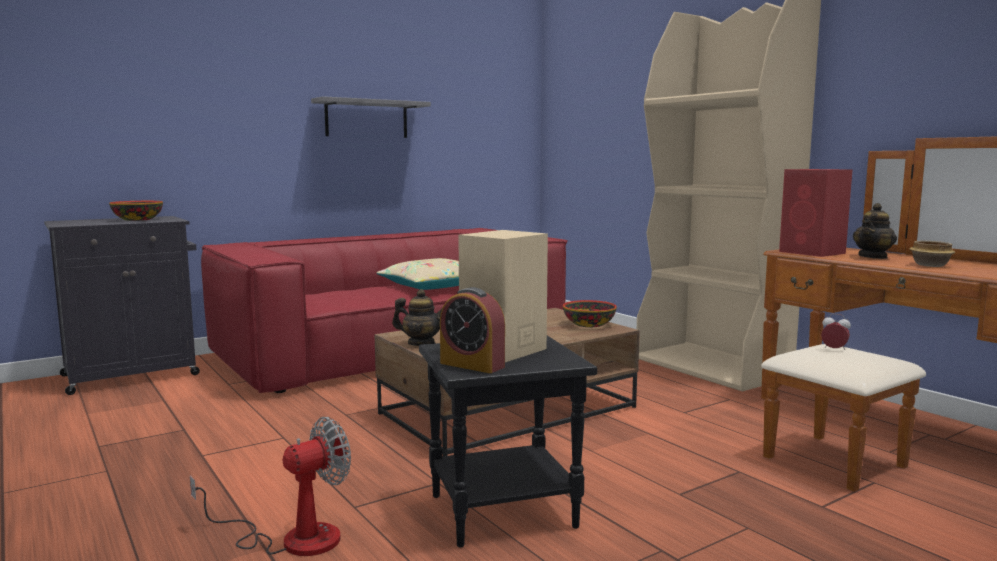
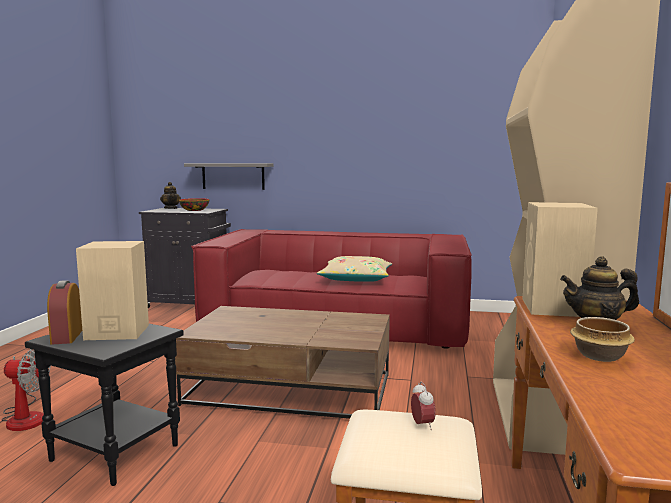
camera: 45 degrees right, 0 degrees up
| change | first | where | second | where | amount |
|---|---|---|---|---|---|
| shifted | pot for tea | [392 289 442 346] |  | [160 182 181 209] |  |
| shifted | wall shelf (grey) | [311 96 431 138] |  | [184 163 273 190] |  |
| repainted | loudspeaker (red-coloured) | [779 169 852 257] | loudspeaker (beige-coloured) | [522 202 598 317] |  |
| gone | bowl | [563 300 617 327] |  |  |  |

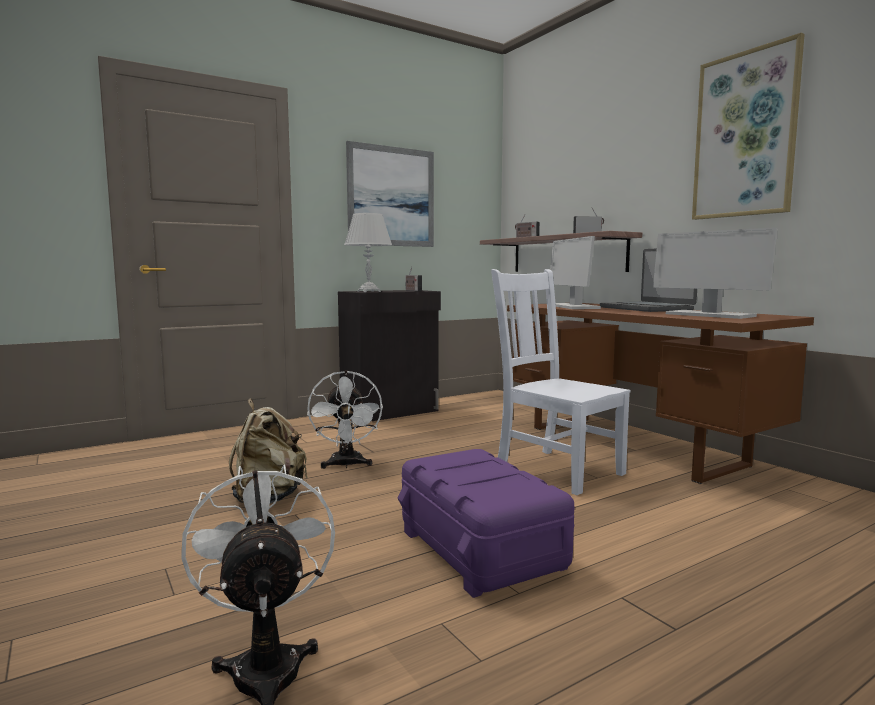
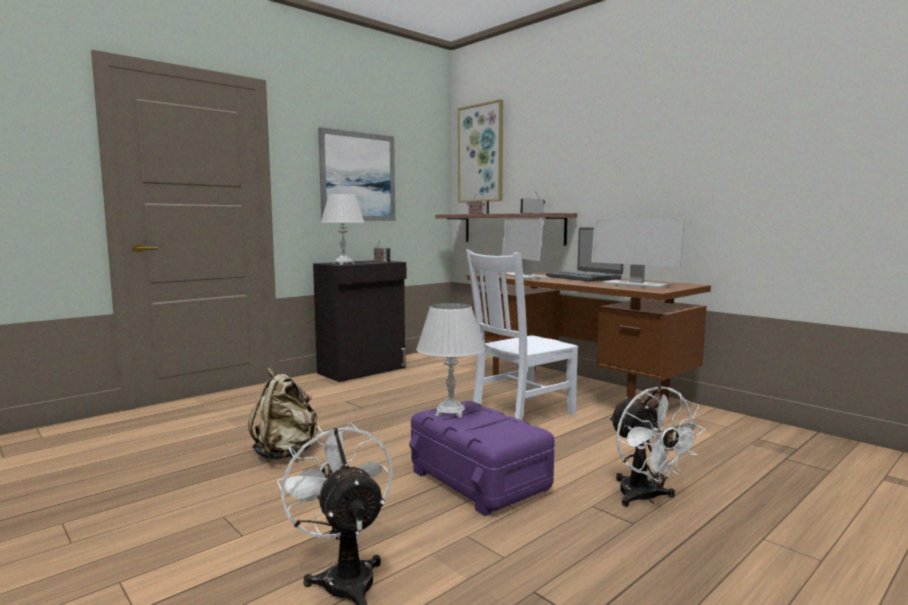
camera: 10 degrees left, 0 degrees up
| change | first | where | second | where | amount |
|---|---|---|---|---|---|
| new |  |  | table lamp (white-coloured) | [416 303 485 418] |  |
| shifted | picture | [692 33 805 220] |  | [458 99 503 203] |  |
| rotated | upright chair (white-coloured) | [491 269 631 495] |  | [466 249 578 420] | 75 degrees counterclockwise |
| shifted | cooling fan (white-coloured) | [307 370 383 469] |  | [609 386 705 507] |  |

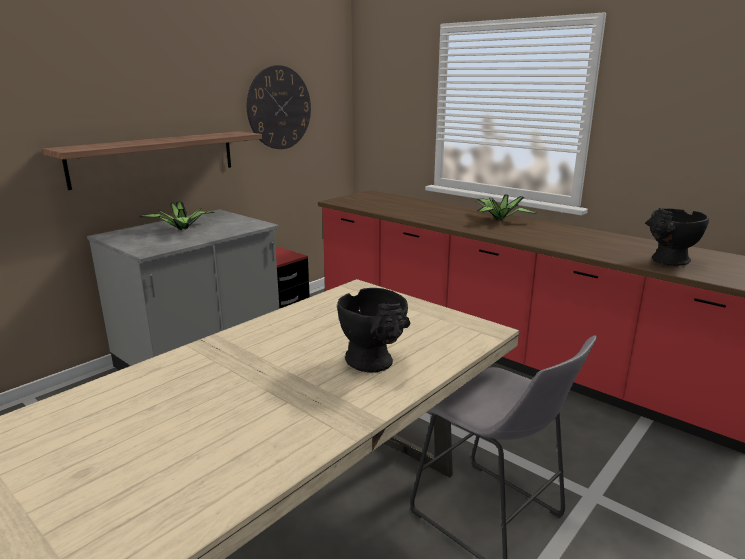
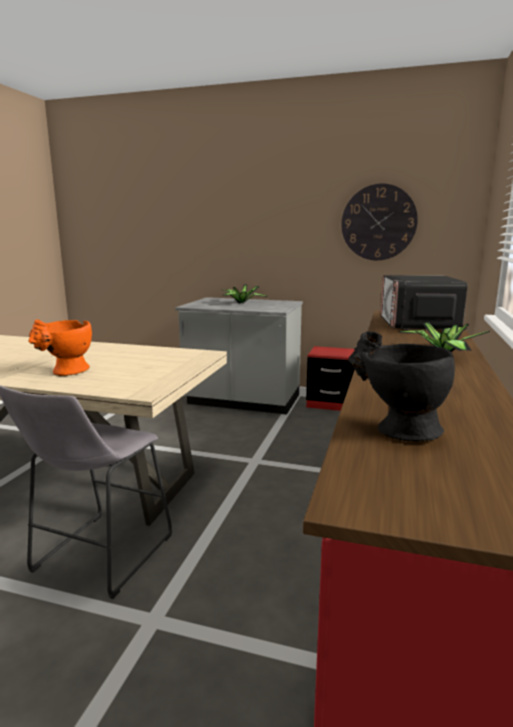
camera: 65 degrees right, 5 degrees down
| change | first | where | second | where | amount |
|---|---|---|---|---|---|
| repainted | flower vase (black-coloured) | [337 288 411 373] | flower vase (orange) | [28 320 92 376] |  |
| new |  |  | microwave | [380 275 467 330] |  |
| gone | wall shelf | [42 131 262 190] |  |  |  |

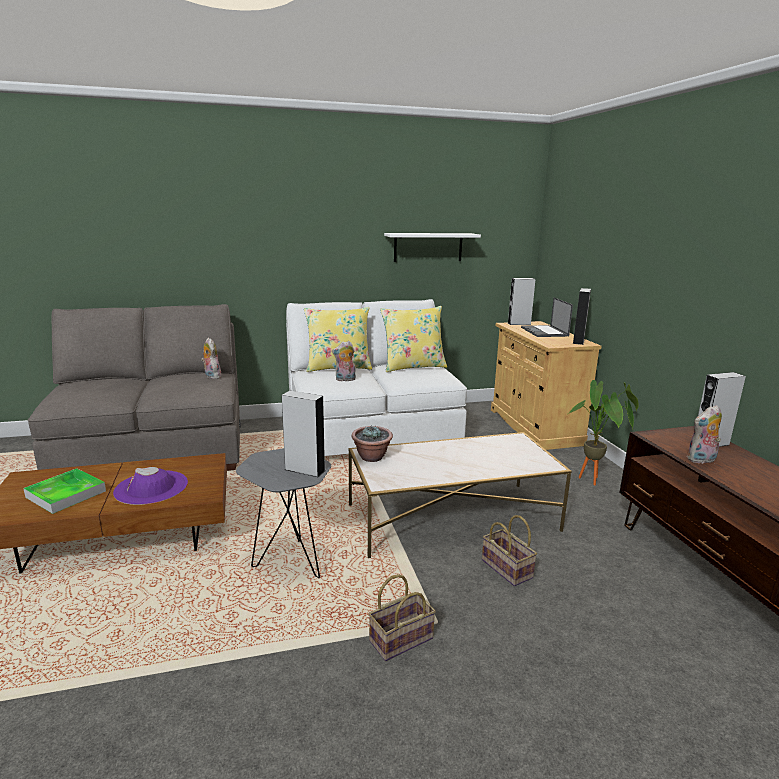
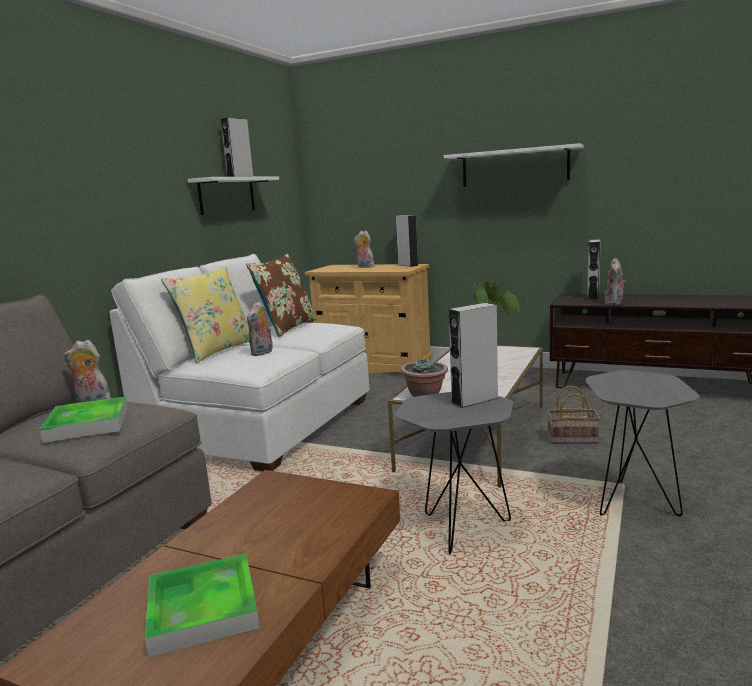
camera: 50 degrees left, 5 degrees down
| change | first | where | second | where | amount |
|---|---|---|---|---|---|
| new |  |  | carrying tray | [39 397 128 443] |  |
| shifted | loudspeaker (grey) | [508 278 536 325] |  | [221 118 253 177] |  |
| repainted | cushion (yellowish) | [380 306 447 372] | cushion (brown) | [246 254 316 337] |  |
| swapped | laptop | [521 297 573 337] | cuddly toy | [354 230 375 268] |  |
| new |  |  | wall shelf (white-coloured) | [444 143 583 187] |  |
| swapped | basket | [368 574 436 661] | end table (grey) | [585 370 700 516] |  |
| gone | clothing hat (purple) | [113 467 188 505] |  |  |  |

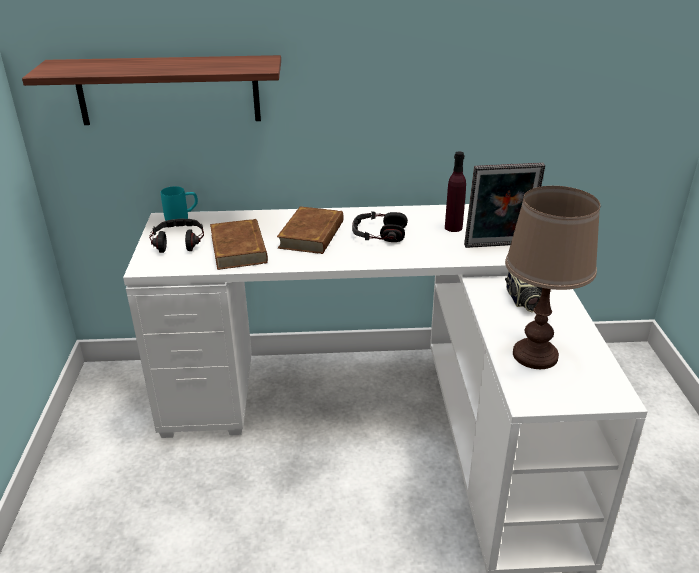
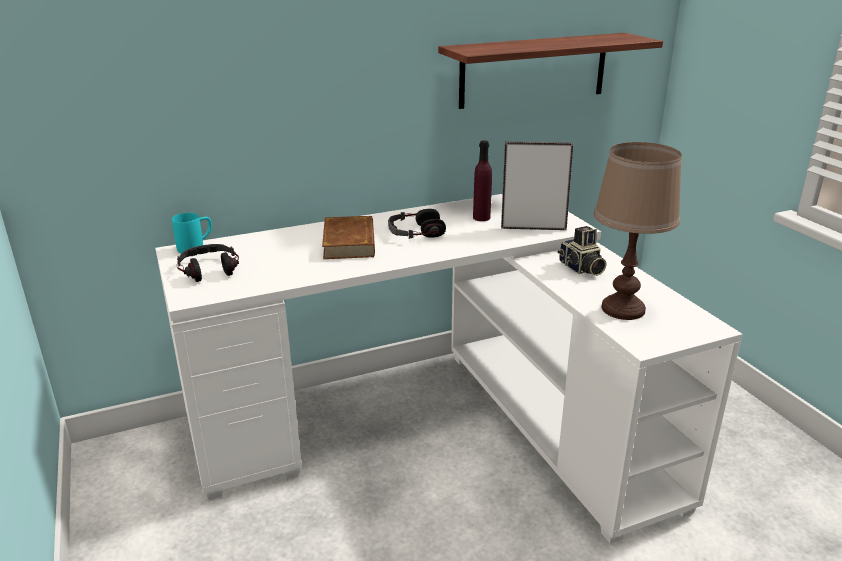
camera: 20 degrees left, 5 degrees down
| change | first | where | second | where | amount |
|---|---|---|---|---|---|
| shifted | wall shelf | [22 55 281 125] |  | [438 33 663 109] |  |
| rotated | photo frame | [464 163 545 248] |  | [501 141 574 230] | 150 degrees counterclockwise |
| gone | volume (brown) | [210 219 268 270] |  |  |  |

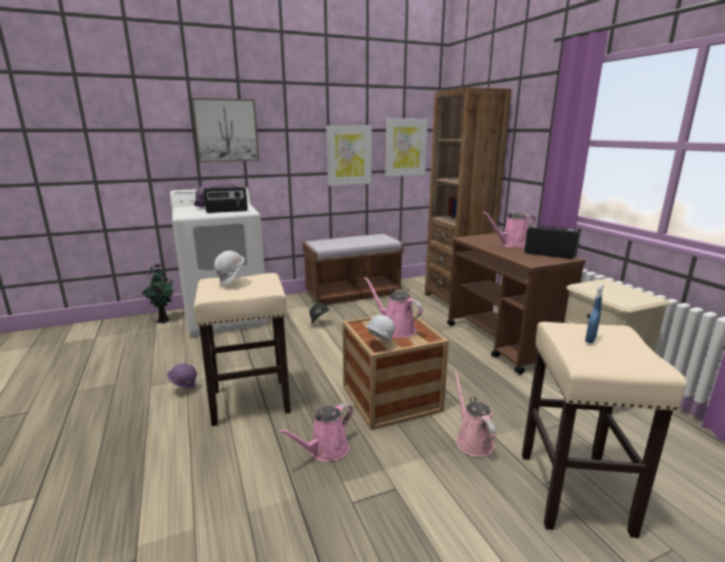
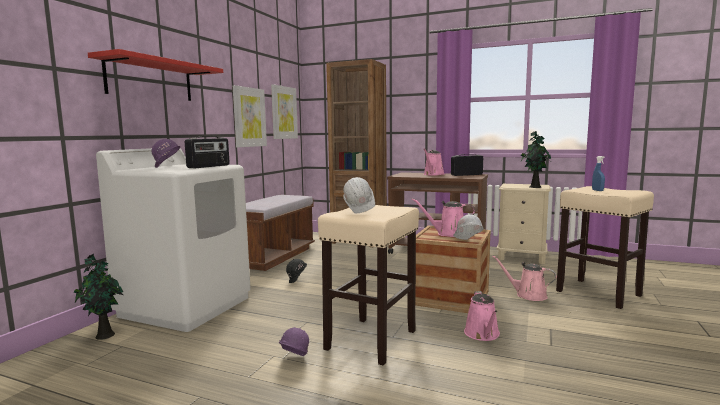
camera: 45 degrees left, 10 degrees down
| change | first | where | second | where | amount |
|---|---|---|---|---|---|
| swapped | picture | [191 98 259 162] | wall shelf (red-coloured) | [88 49 223 101] |  |
| new |  |  | plant in a pot | [521 131 551 188] |  |

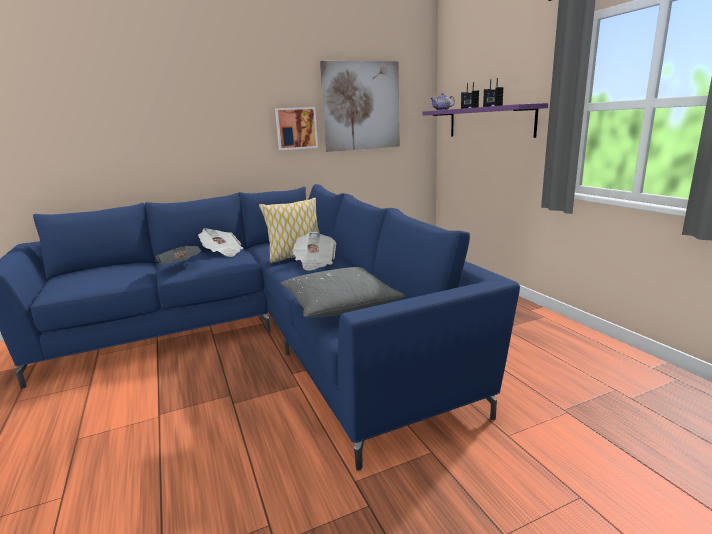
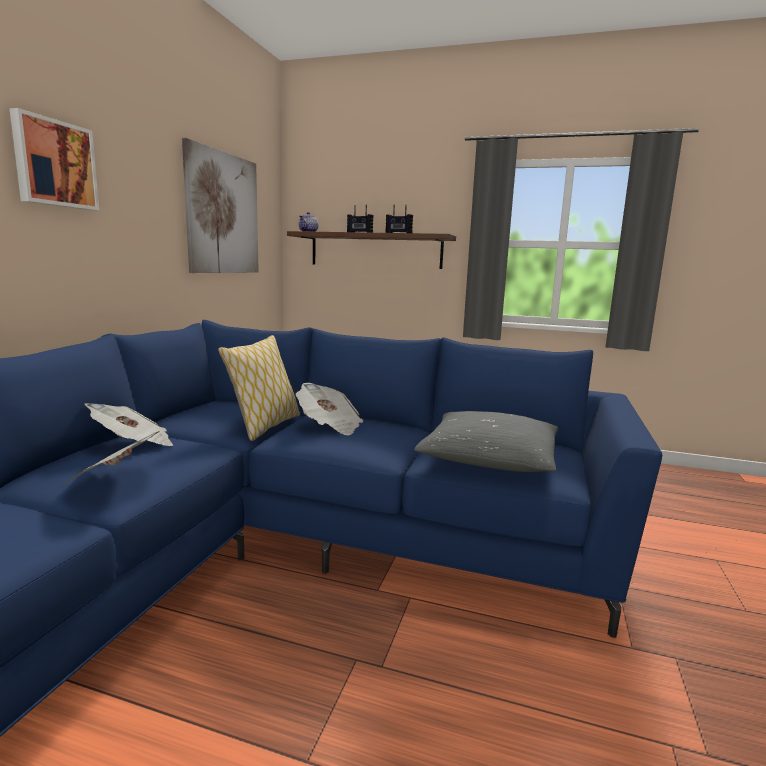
camera: 50 degrees left, 5 degrees down
| change | first | where | second | where | amount |
|---|---|---|---|---|---|
| shifted | picture | [275 107 318 150] |  | [9 108 99 211] |  |
| repainted | wall shelf (purple) | [423 103 548 138] | wall shelf (brown) | [287 231 456 269] |  |

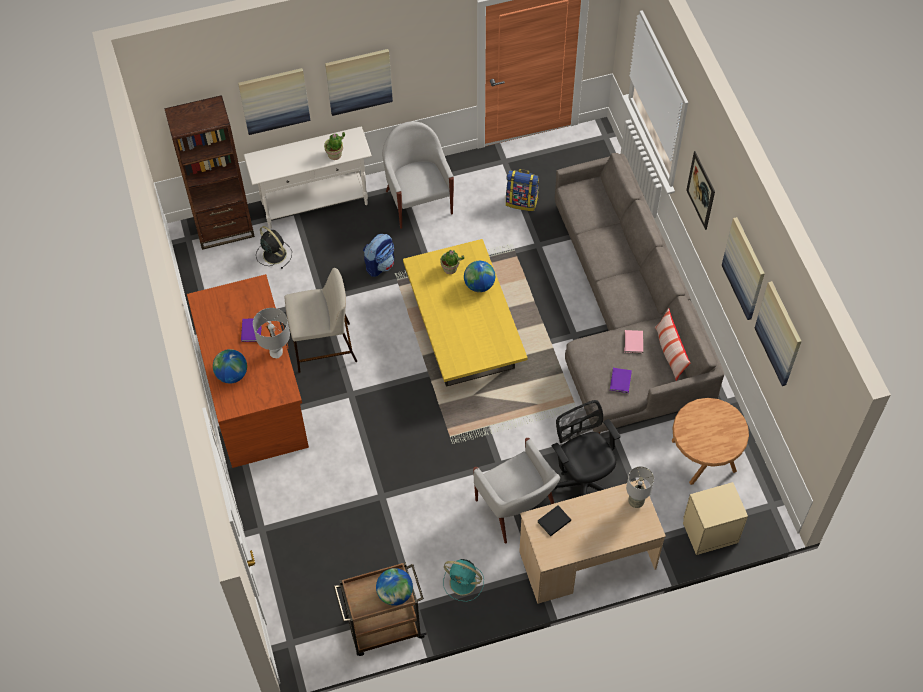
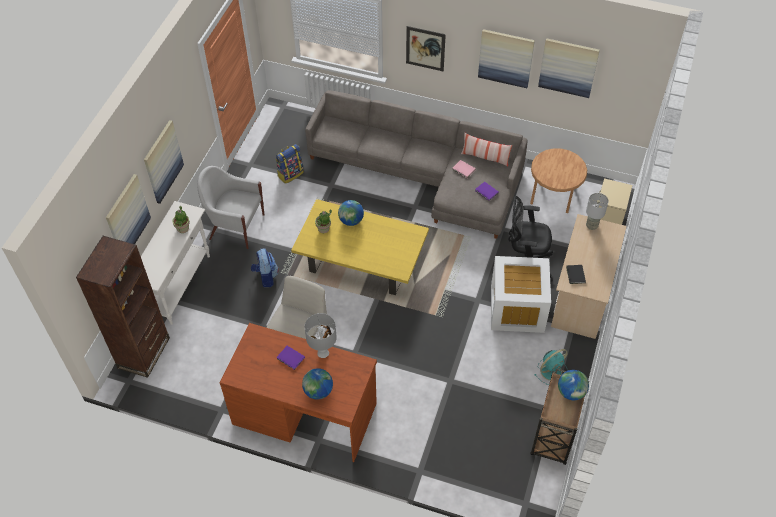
camera: 55 degrees left, 5 degrees down
| change | first | where | second | where | amount |
|---|---|---|---|---|---|
| swapped | easy chair (white-coloured) | [473 438 560 544] | storage container (white-coloured) | [491 256 551 333] |  |
| gone | cooling fan (black-coloured) | [256 226 292 269] |  |  |  |

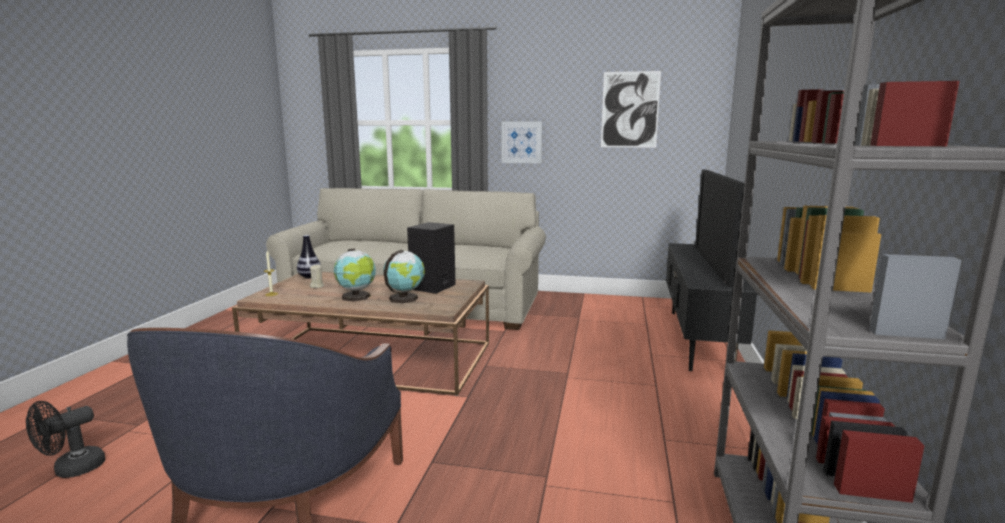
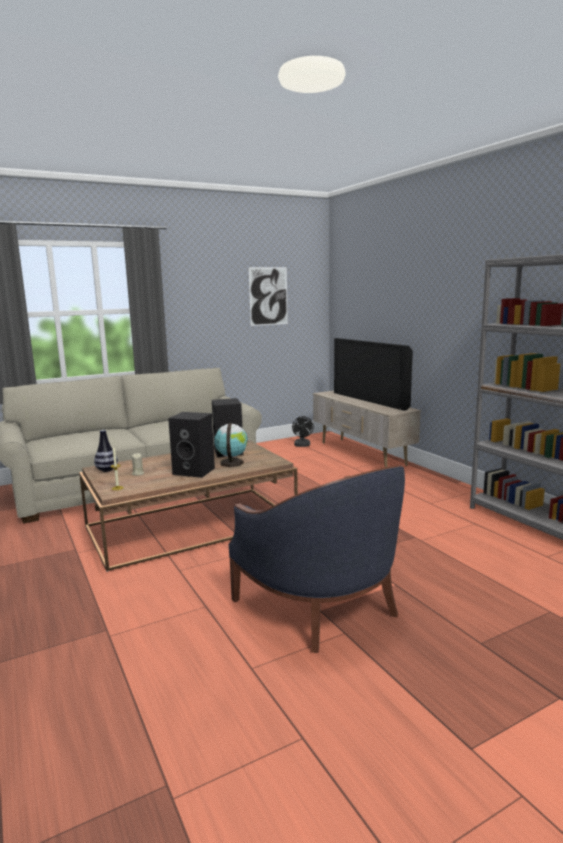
camera: 40 degrees left, 0 degrees up
| change | first | where | second | where | amount |
|---|---|---|---|---|---|
| swapped | world globe | [334 249 376 301] | loudspeaker (black-coloured) | [168 412 215 478] |  |
| shifted | cooling fan (black-coloured) | [26 401 105 478] |  | [292 416 314 447] |  |
| repainted | media console (black-coloured) | [666 243 758 371] | media console (beige-coloured) | [313 391 421 467] |  |
| gone | picture | [502 121 542 163] |  |  |  |

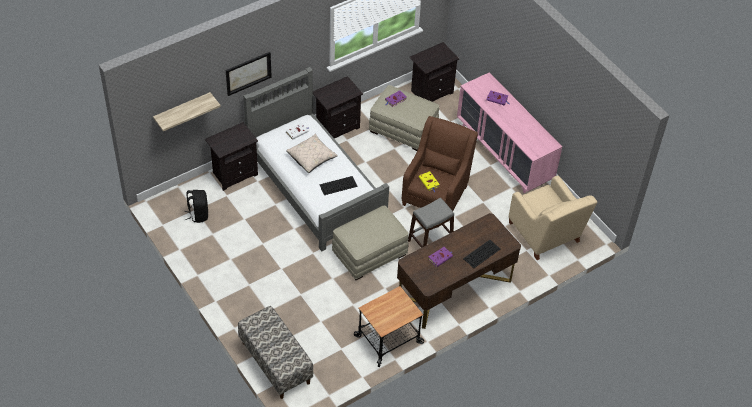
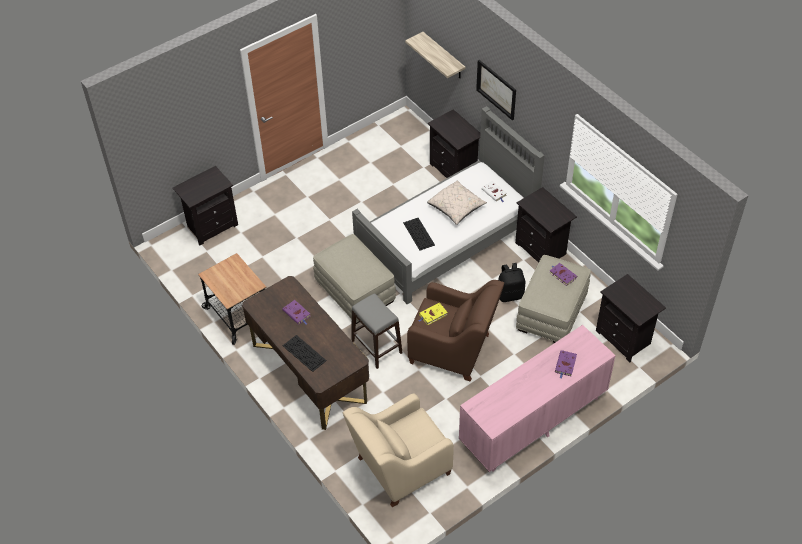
camera: 90 degrees right, 0 degrees up
| change | first | where | second | where | amount |
|---|---|---|---|---|---|
| swapped | long seat | [238 306 313 399] | night table (black-coloured) | [173 166 238 246] |  |
| shifted | knapsack (black-coloured) | [185 190 208 223] |  | [498 263 525 302] |  |

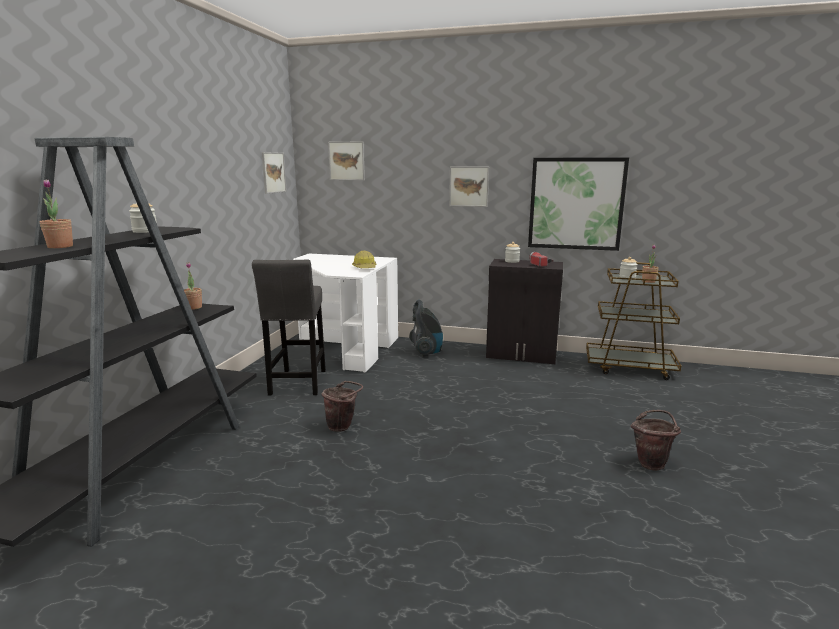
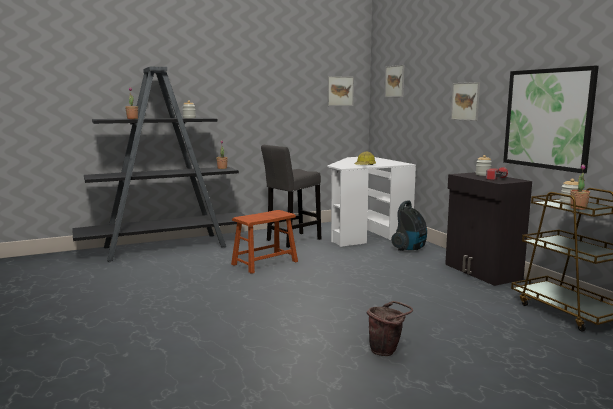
camera: 50 degrees right, 5 degrees down
| change | first | where | second | where | amount |
|---|---|---|---|---|---|
| swapped | bucket (brown) | [321 381 363 432] | stool seat (brown) | [231 210 298 274] |  |

